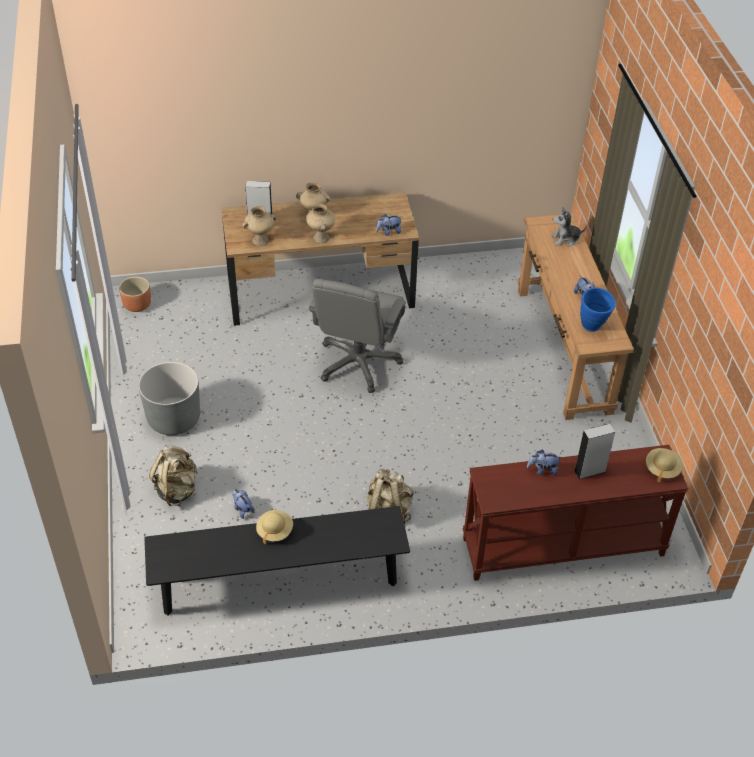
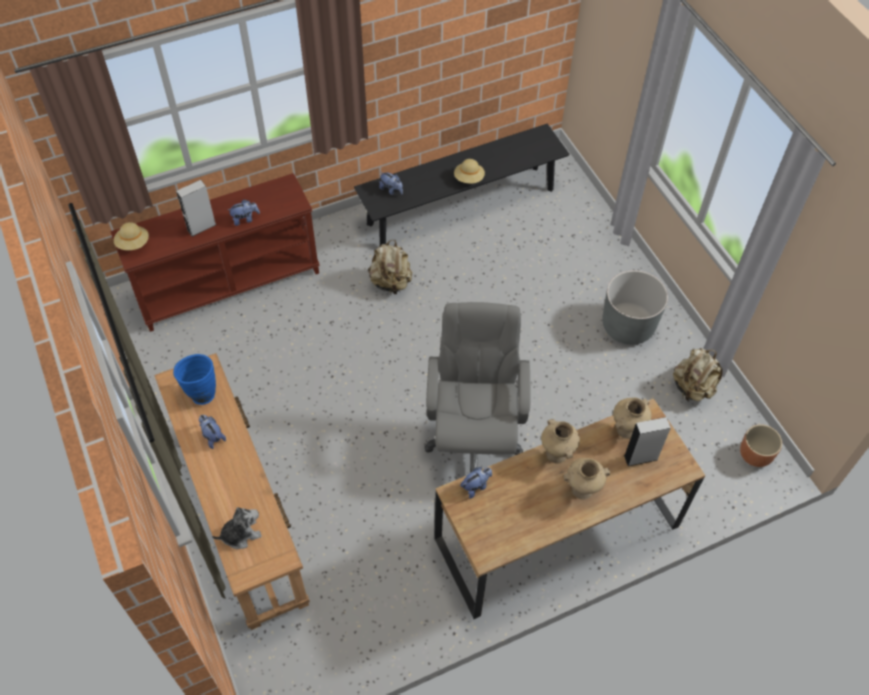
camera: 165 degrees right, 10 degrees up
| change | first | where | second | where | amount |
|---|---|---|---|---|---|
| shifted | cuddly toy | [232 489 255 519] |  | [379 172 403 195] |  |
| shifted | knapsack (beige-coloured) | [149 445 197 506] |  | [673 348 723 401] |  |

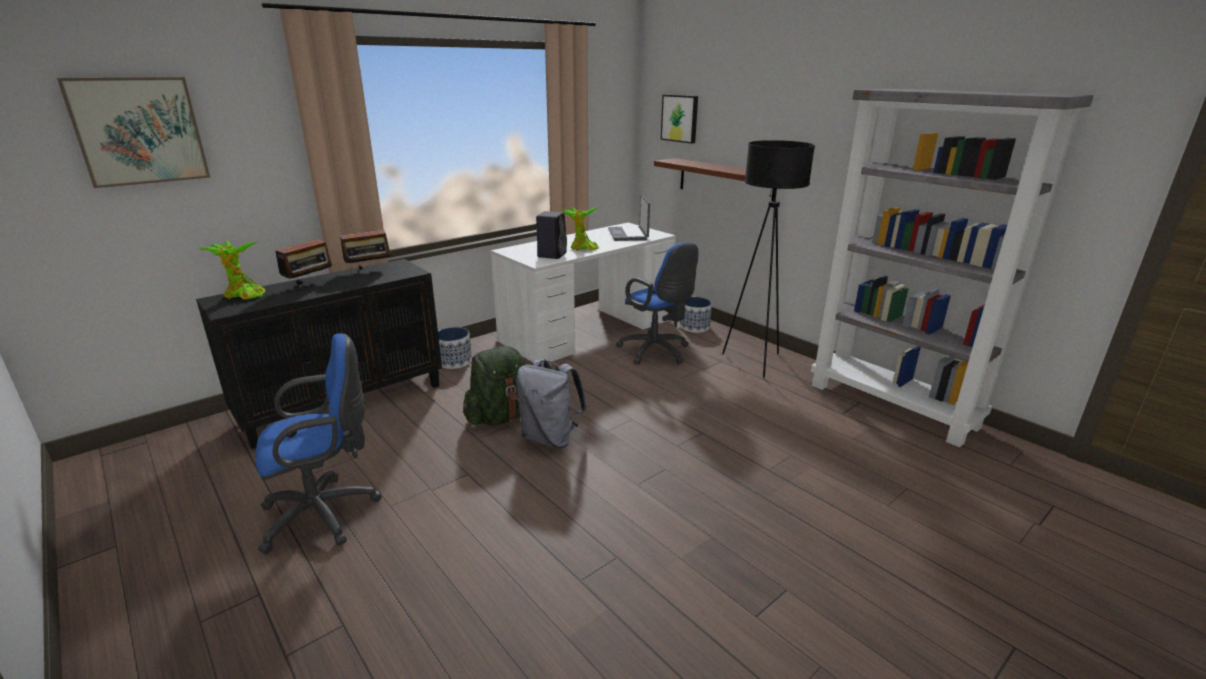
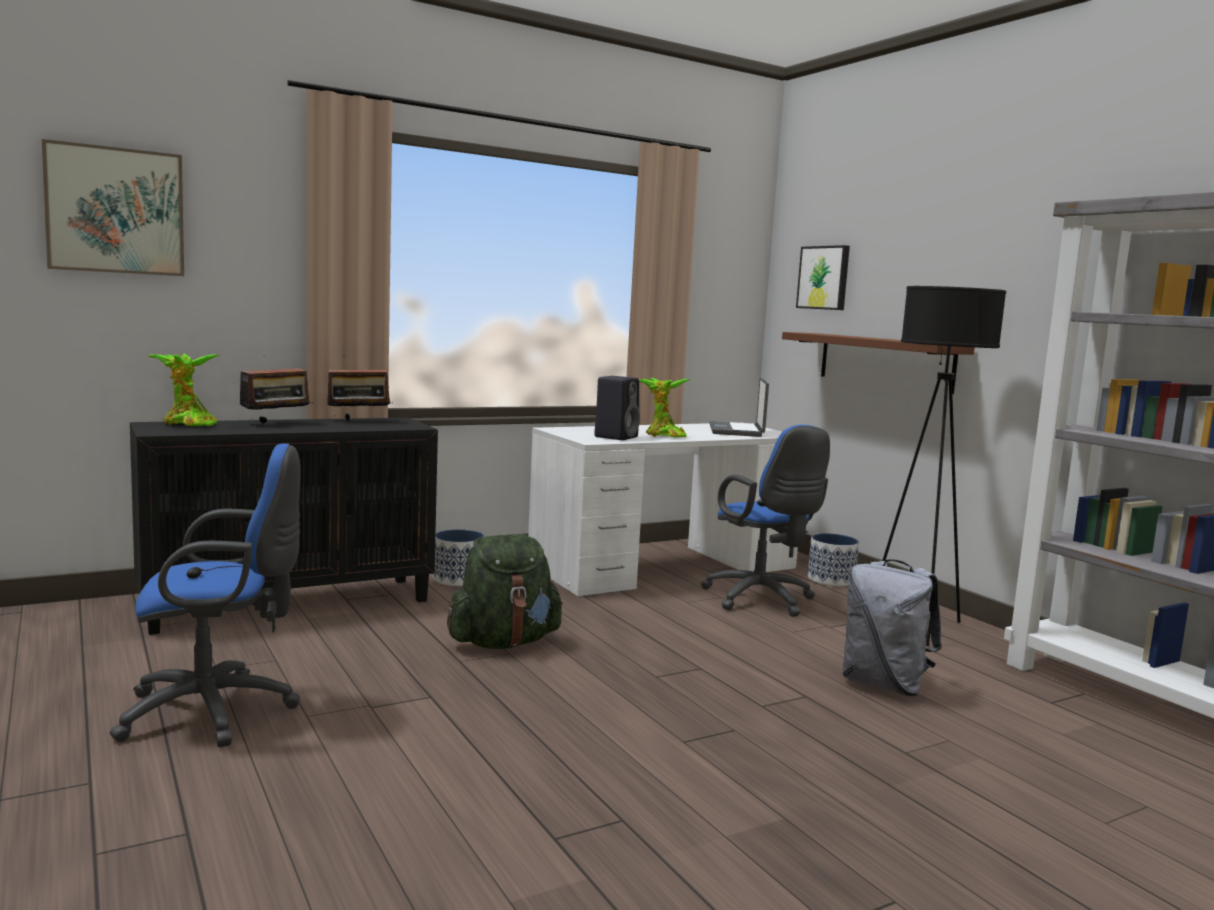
camera: 10 degrees right, 15 degrees down
| change | first | where | second | where | amount |
|---|---|---|---|---|---|
| shifted | knapsack (grey) | [516 359 587 448] |  | [842 559 942 696] |  |

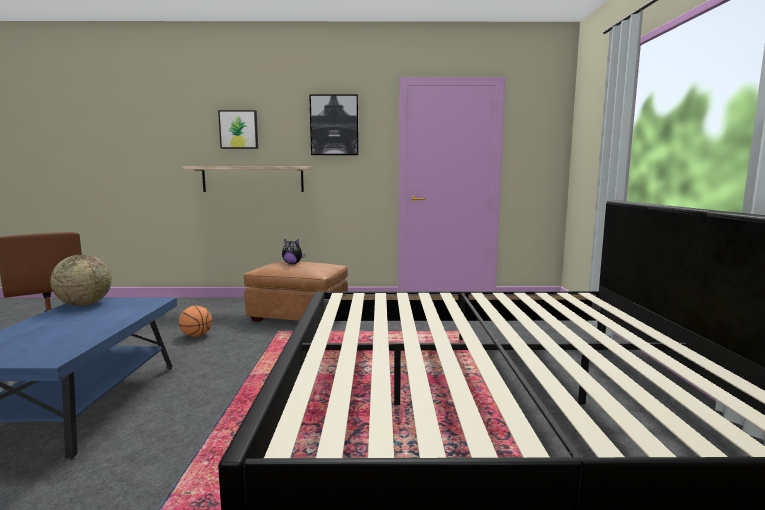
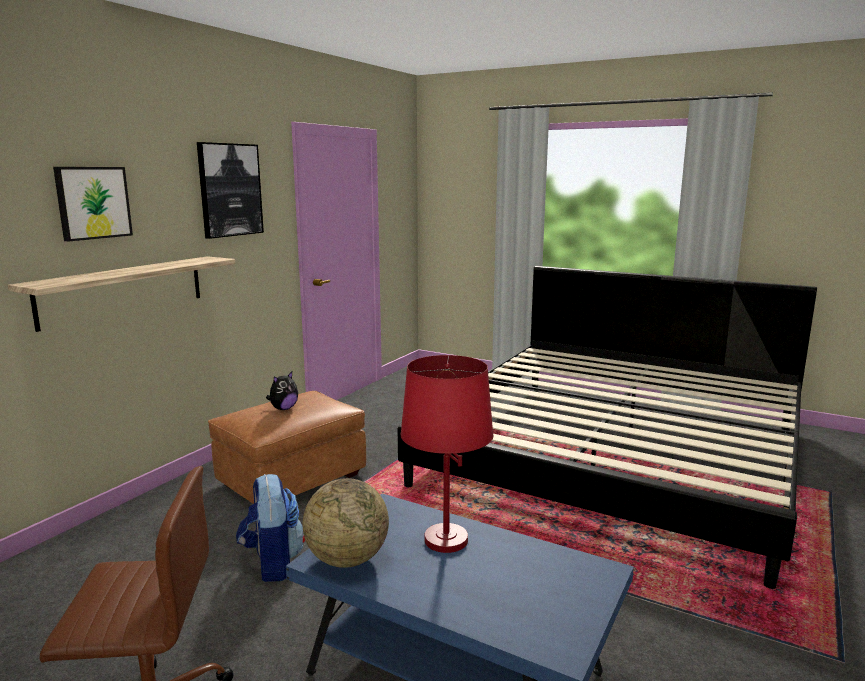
camera: 60 degrees left, 5 degrees up
| change | first | where | second | where | amount |
|---|---|---|---|---|---|
| swapped | basketball | [179 306 212 337] | knapsack | [236 474 305 582] |  |
| new |  |  | table lamp (red-coloured) | [401 355 493 553] |  |

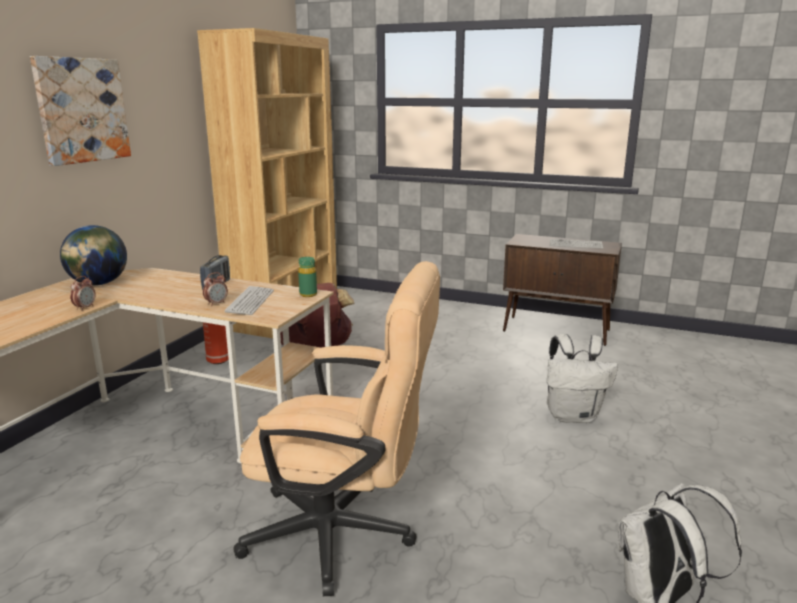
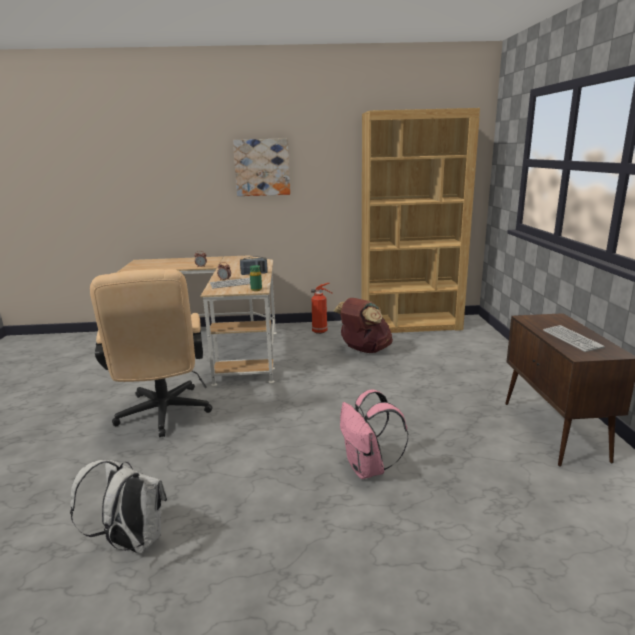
camera: 65 degrees right, 0 degrees up
| change | first | where | second | where | amount |
|---|---|---|---|---|---|
| repainted | knapsack (white-coloured) | [547 334 618 423] | knapsack (pinkish) | [340 389 408 479] |  |
| gone | world globe | [60 225 127 286] |  |  |  |

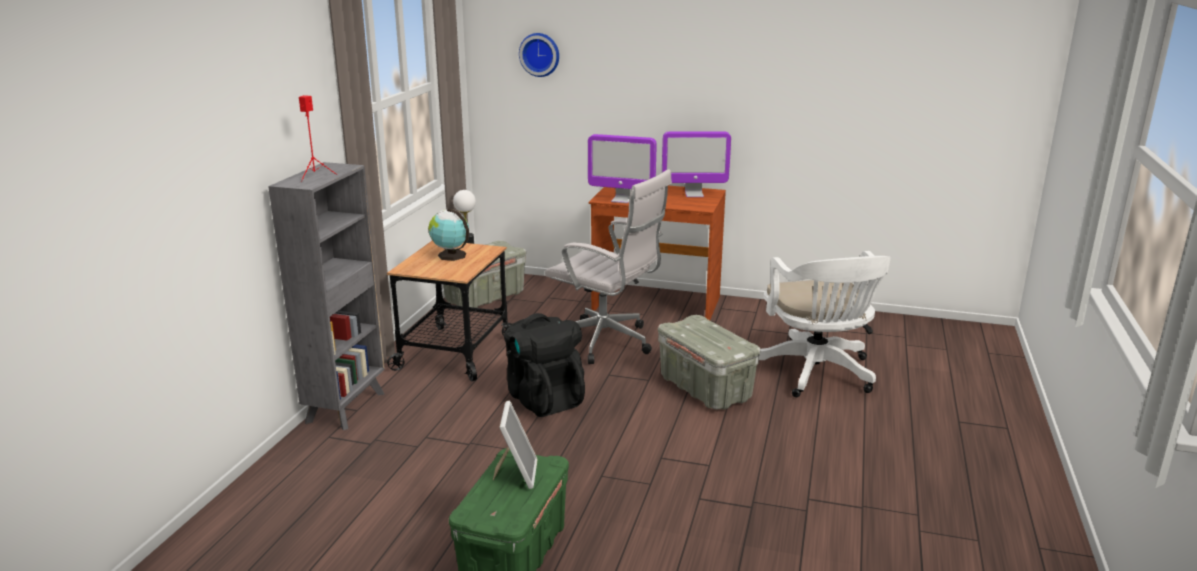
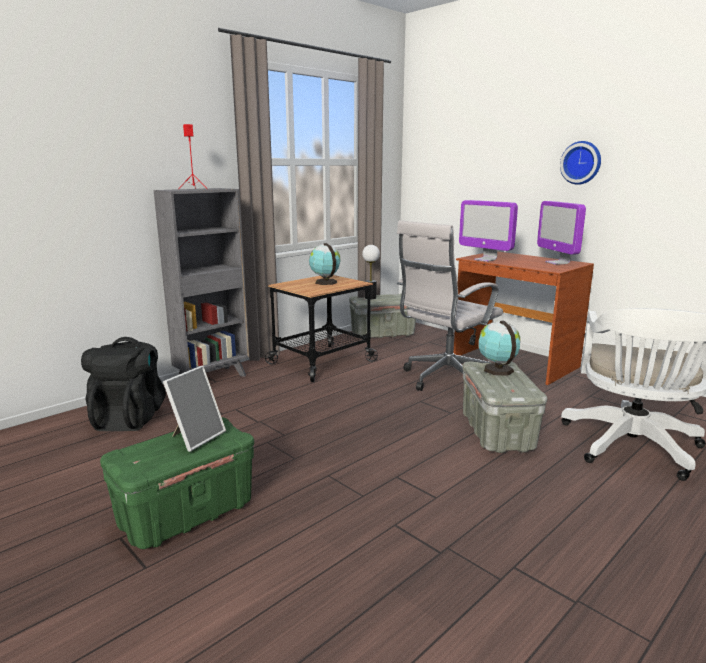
camera: 30 degrees right, 5 degrees down
| change | first | where | second | where | amount |
|---|---|---|---|---|---|
| shifted | knapsack (black-coloured) | [504 313 585 417] |  | [81 337 166 431] |  |
| rotated | computer chair (white-coloured) | [545 169 672 364] |  | [397 220 503 391] | 75 degrees clockwise |
| new |  |  | world globe | [478 321 520 376] |  |
| rotated | computer screen | [662 132 731 197] |  | [537 201 586 265] | 45 degrees clockwise |
| shifted | hanging clock | [519 33 559 77] |  | [560 141 601 185] |  |

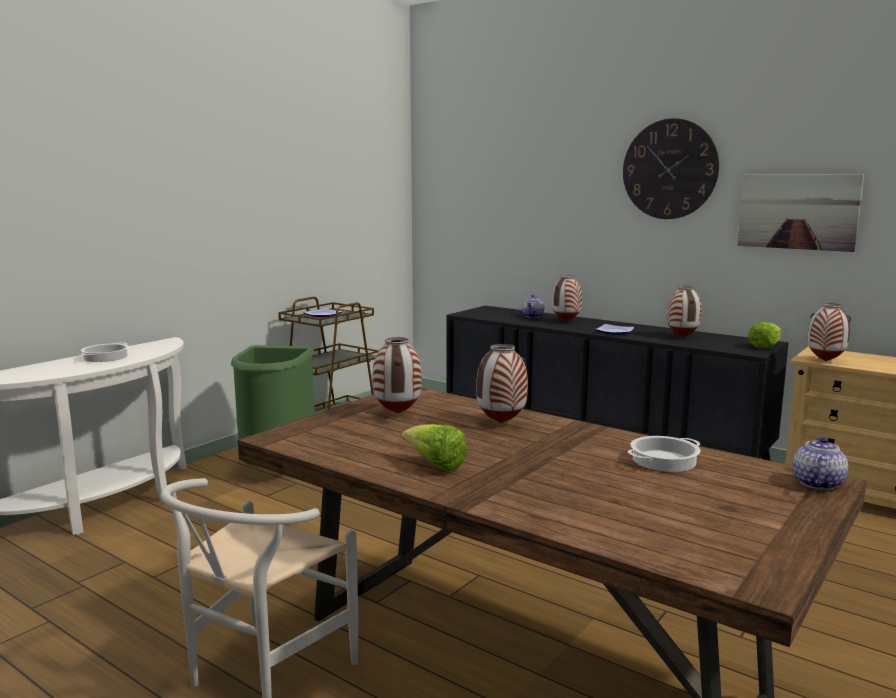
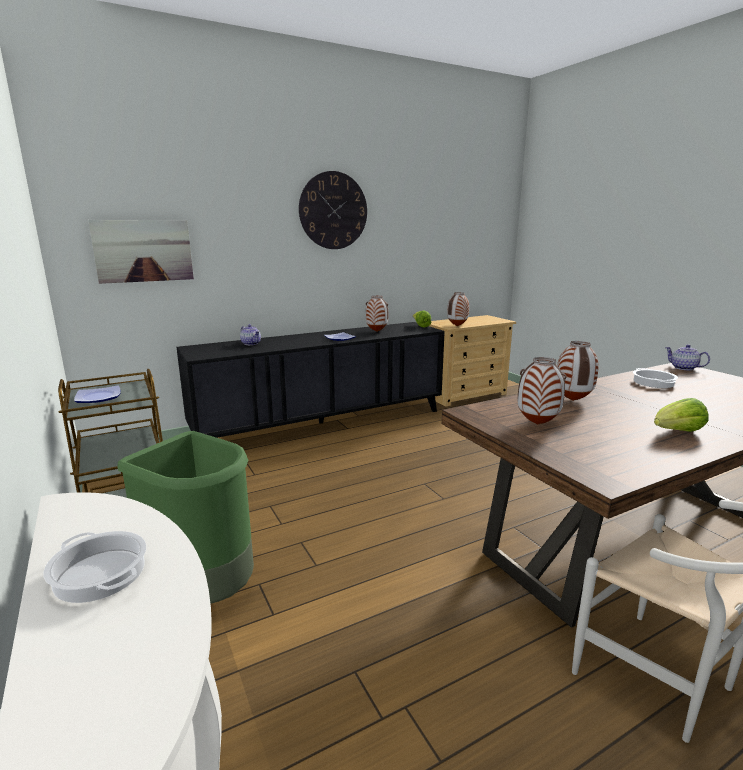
camera: 65 degrees left, 5 degrees up
| change | first | where | second | where | amount |
|---|---|---|---|---|---|
| shifted | picture | [737 174 864 252] |  | [88 220 194 284] |  |
| gone | flower vase | [552 275 582 322] |  |  |  |

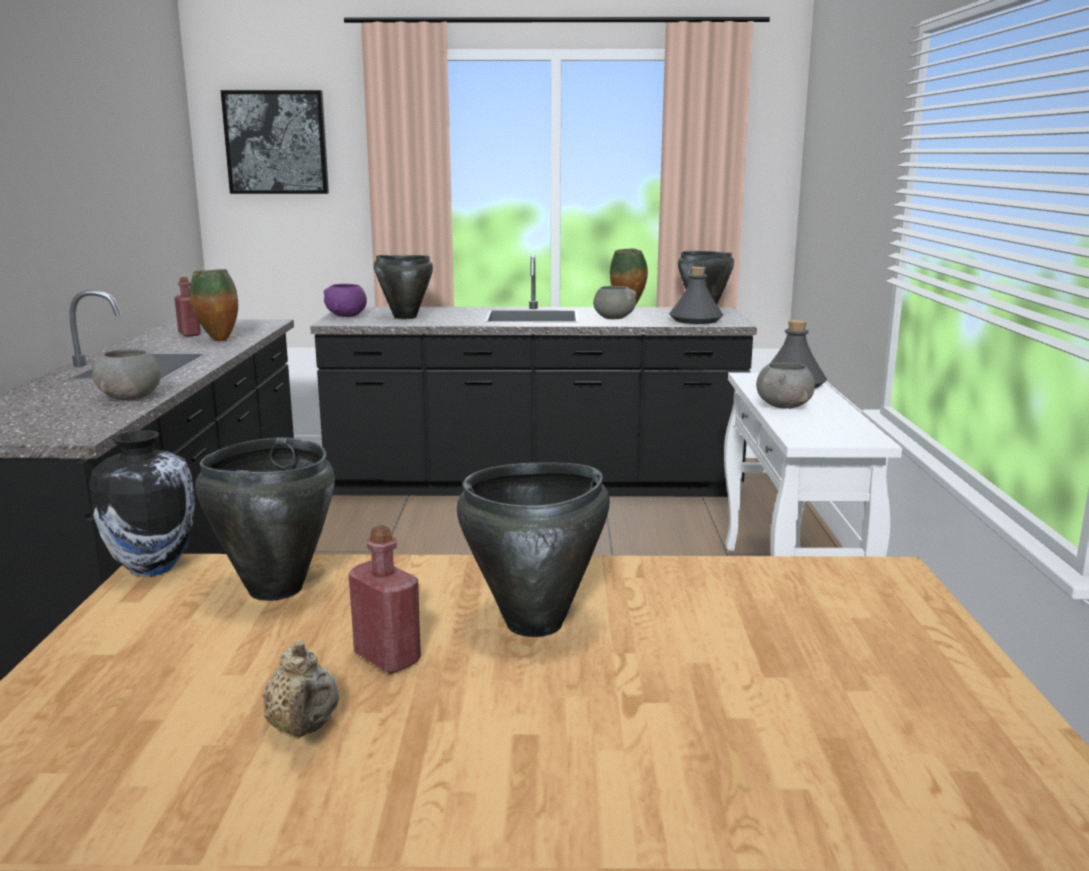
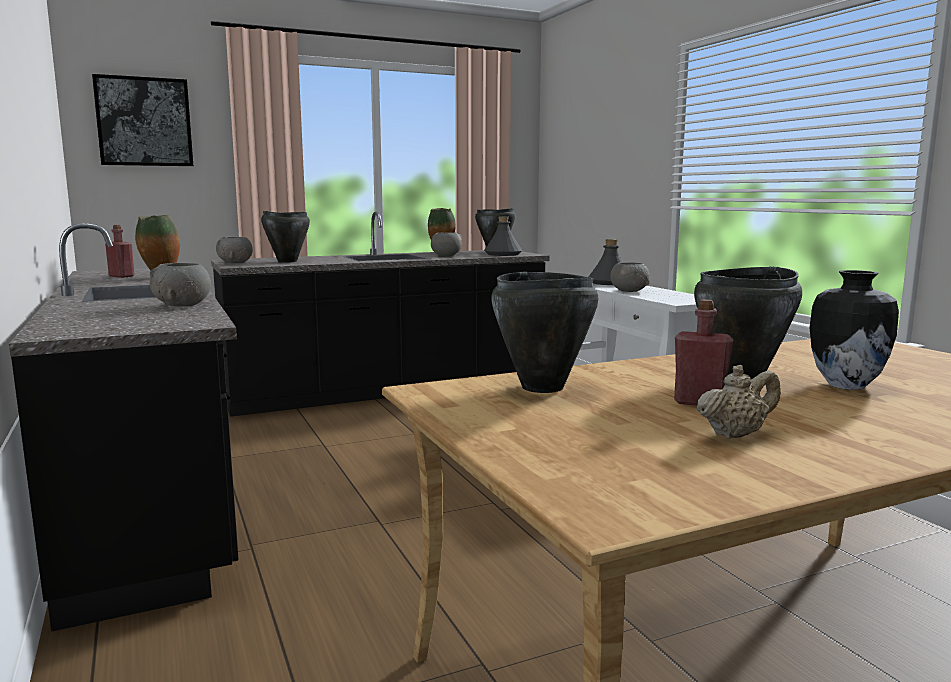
camera: 25 degrees left, 5 degrees down
| change | first | where | second | where | amount |
|---|---|---|---|---|---|
| repainted | bowl (purple) | [324 284 367 317] | bowl (grey) | [216 237 253 263] |  |
| rotated | pot for tea (beige-coloured) | [262 640 339 738] |  | [697 365 781 439] | 75 degrees counterclockwise |
| shifted | flower vase | [90 430 195 577] |  | [809 270 899 390] |  |

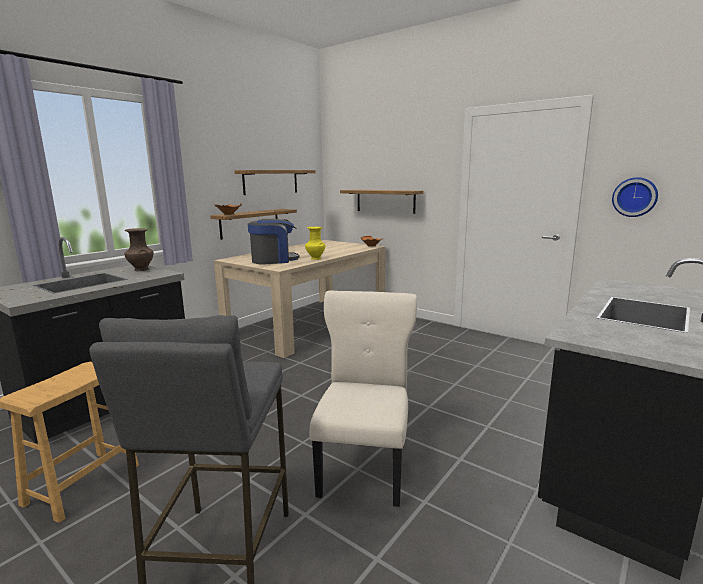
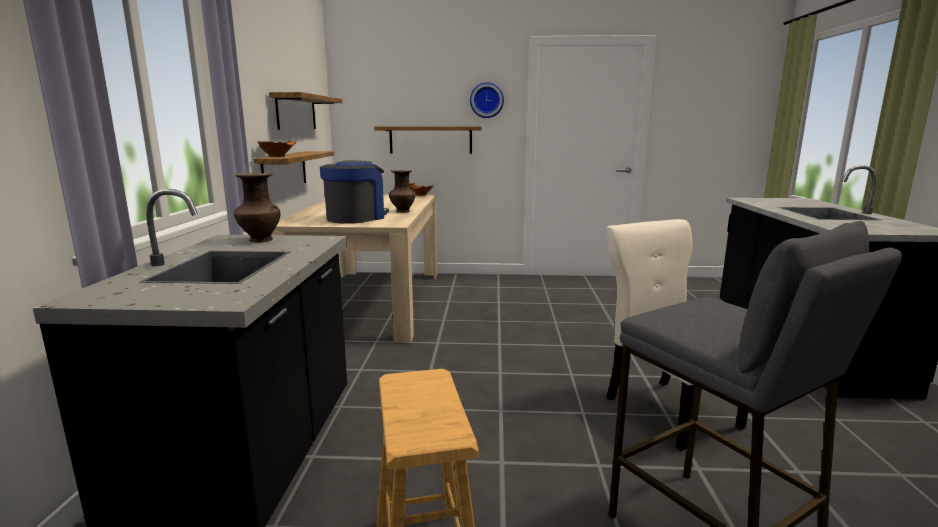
camera: 35 degrees left, 0 degrees up
| change | first | where | second | where | amount |
|---|---|---|---|---|---|
| repainted | flower vase (yellowish) | [305 227 325 260] | flower vase (brown) | [389 170 416 213] |  |
| shifted | hanging clock | [612 177 658 217] |  | [470 82 504 118] |  |

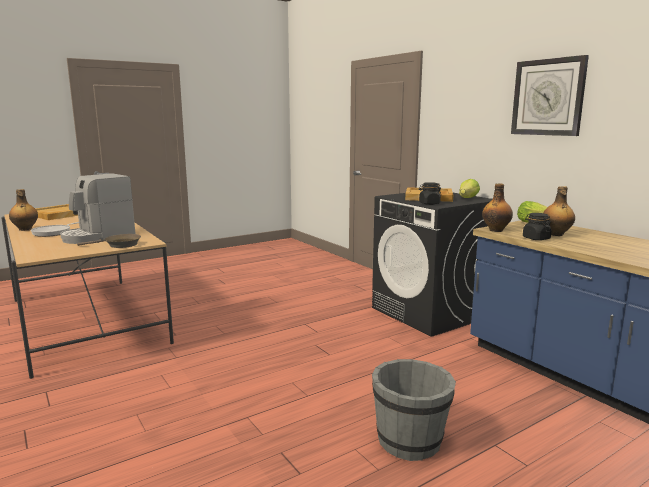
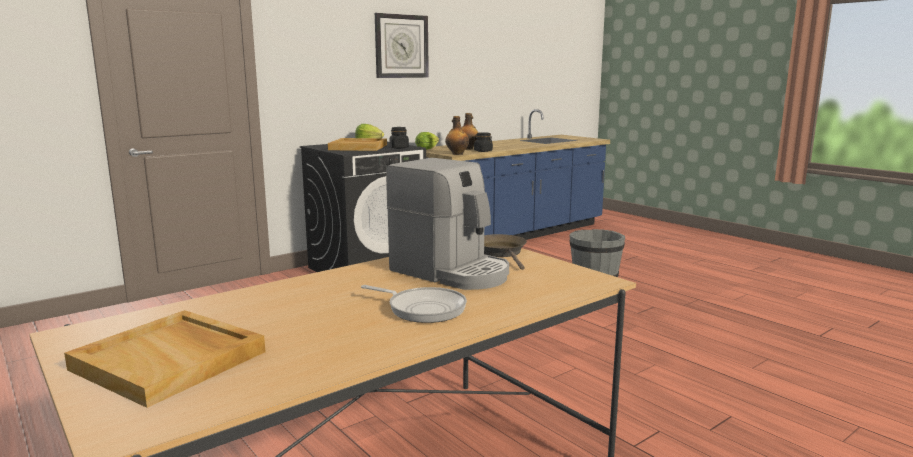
camera: 95 degrees left, 0 degrees up
| change | first | where | second | where | amount |
|---|---|---|---|---|---|
| gone | beverage bottle | [9 189 38 231] |  |  |  |

